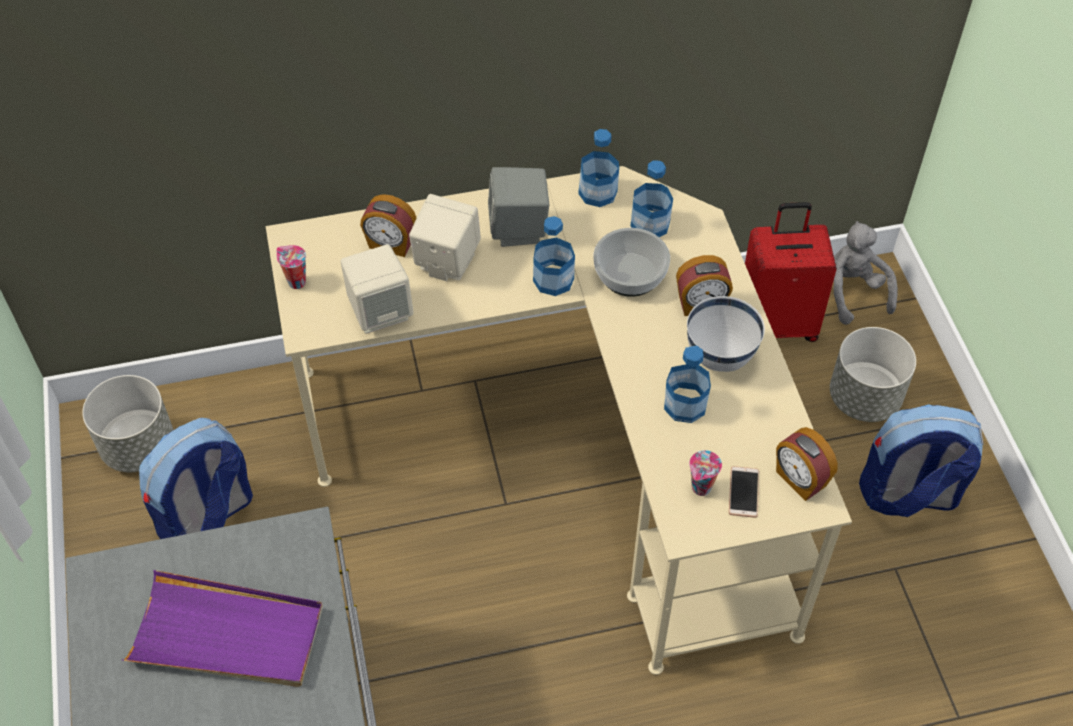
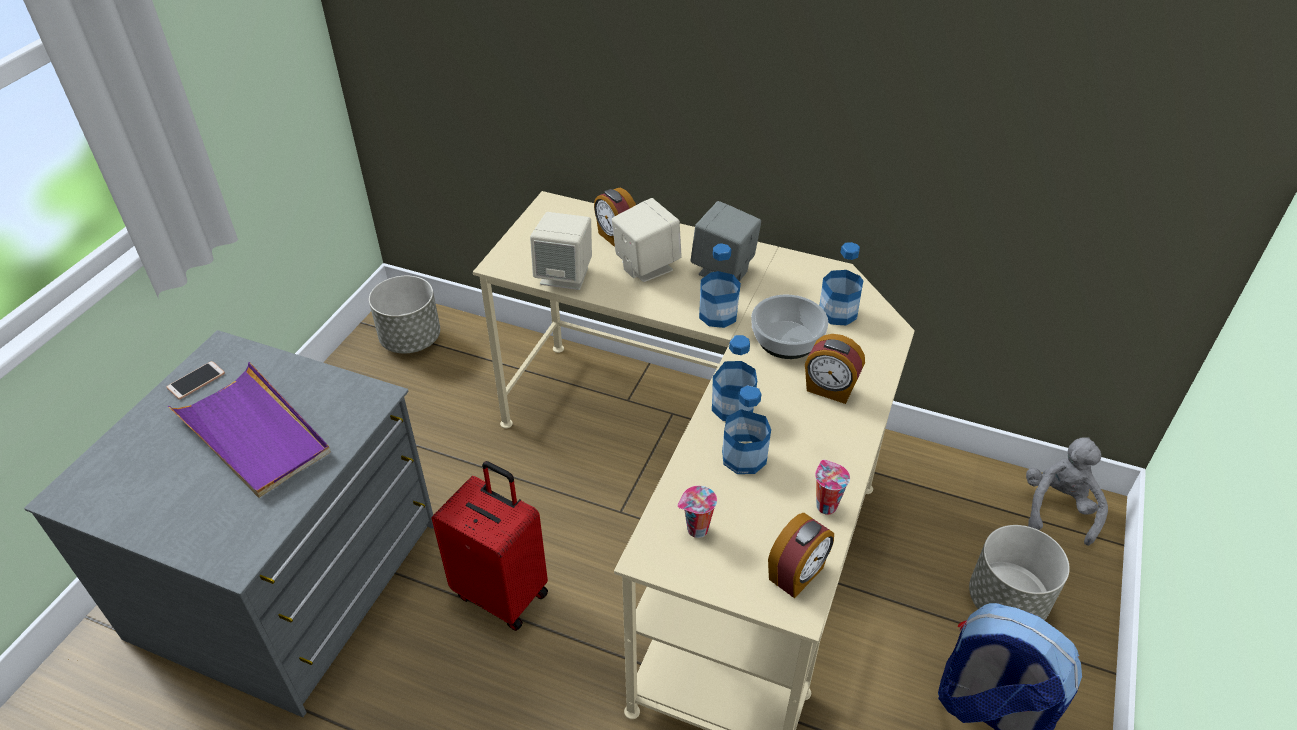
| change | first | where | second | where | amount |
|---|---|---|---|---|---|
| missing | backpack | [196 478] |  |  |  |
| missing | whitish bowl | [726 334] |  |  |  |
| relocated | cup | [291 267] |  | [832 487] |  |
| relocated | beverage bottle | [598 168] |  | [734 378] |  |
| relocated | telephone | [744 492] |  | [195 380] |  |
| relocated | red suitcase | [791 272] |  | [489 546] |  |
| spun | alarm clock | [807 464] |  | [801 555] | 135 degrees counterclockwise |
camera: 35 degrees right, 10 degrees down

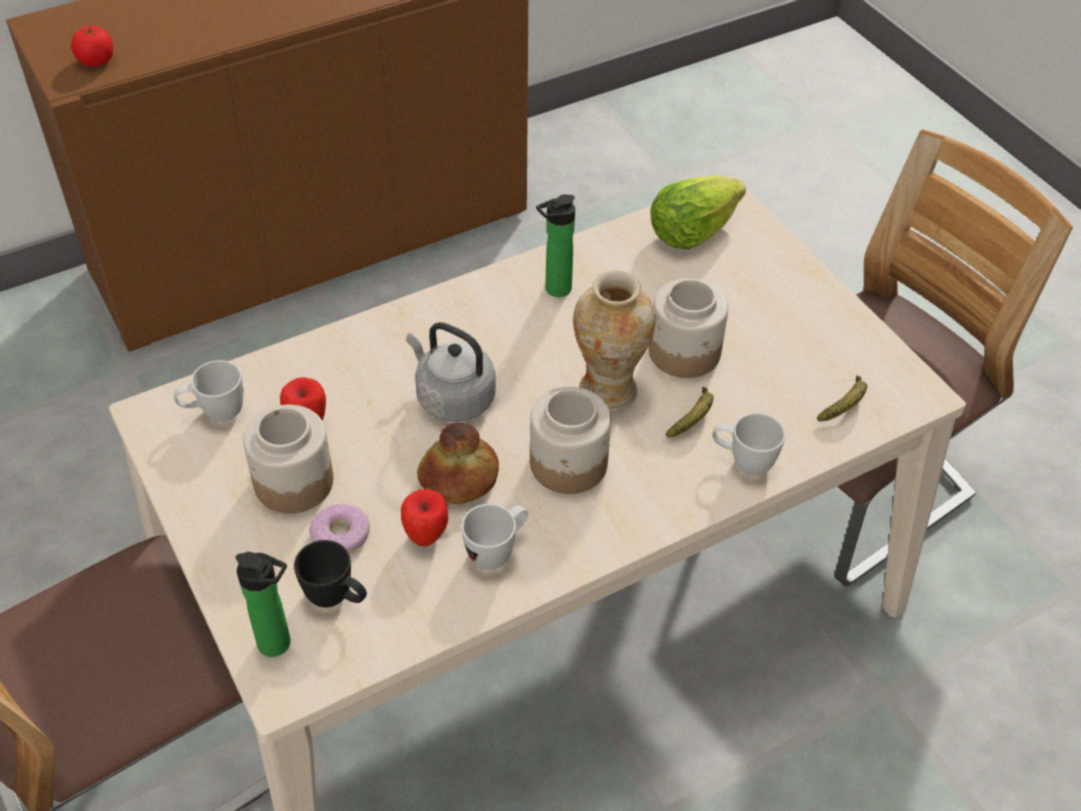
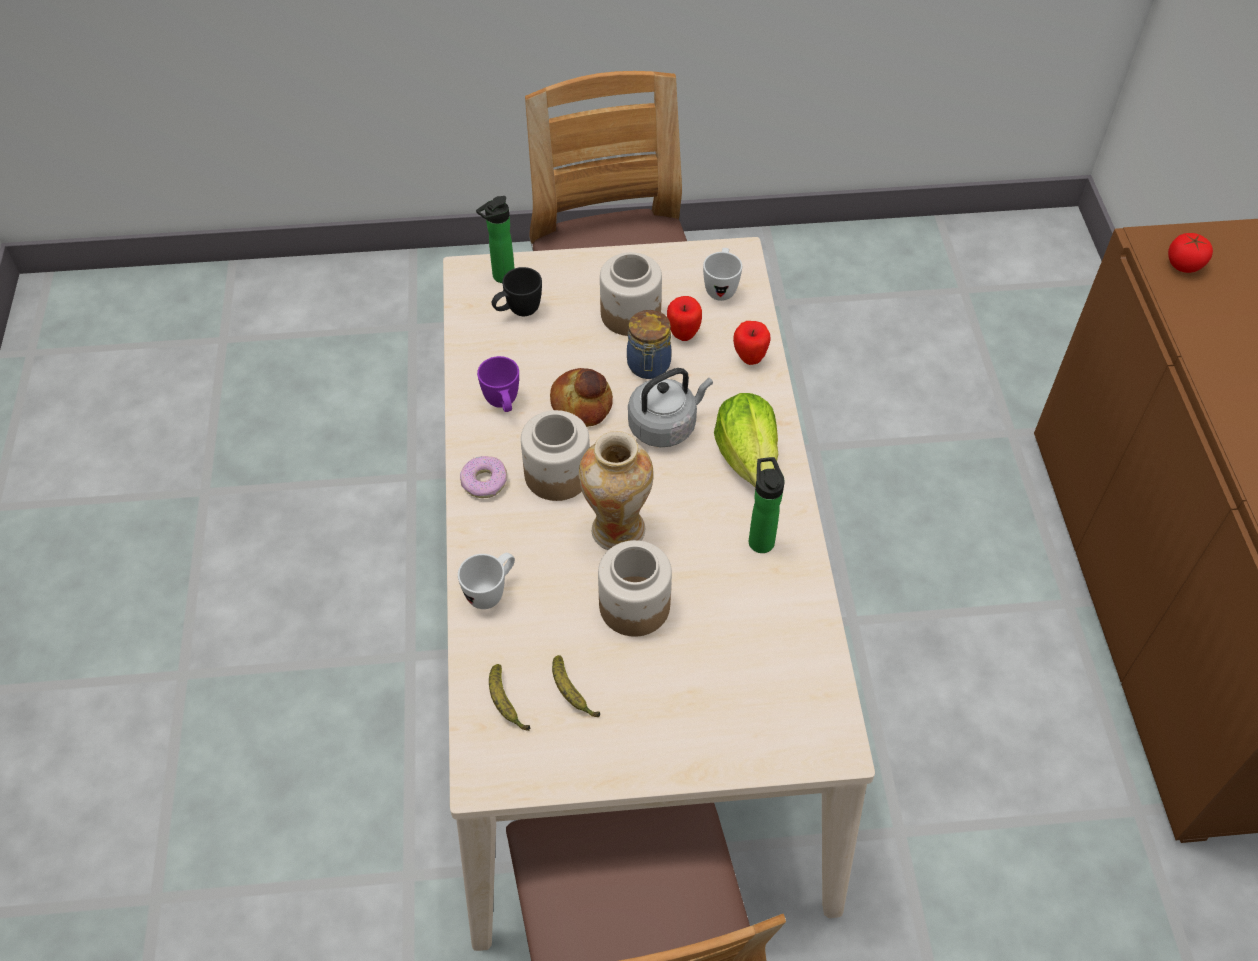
| change | first | where | second | where | amount |
|---|---|---|---|---|---|
| appeared |  |  | preserve jar | [649 344] |  |
| relocated | ring doughnut | [339 528] |  | [483 477] |  |
| relocated | apple | [424 518] |  | [751 343] |  |
| relocated | head of lettuce | [698 212] |  | [746 440] |  |
| relocated | whole banana | [690 412] |  | [576 686] |  |
| colour | whitish mug | [494 537] | purplish mug | [498 384] |  |
camera: 115 degrees right, 5 degrees up

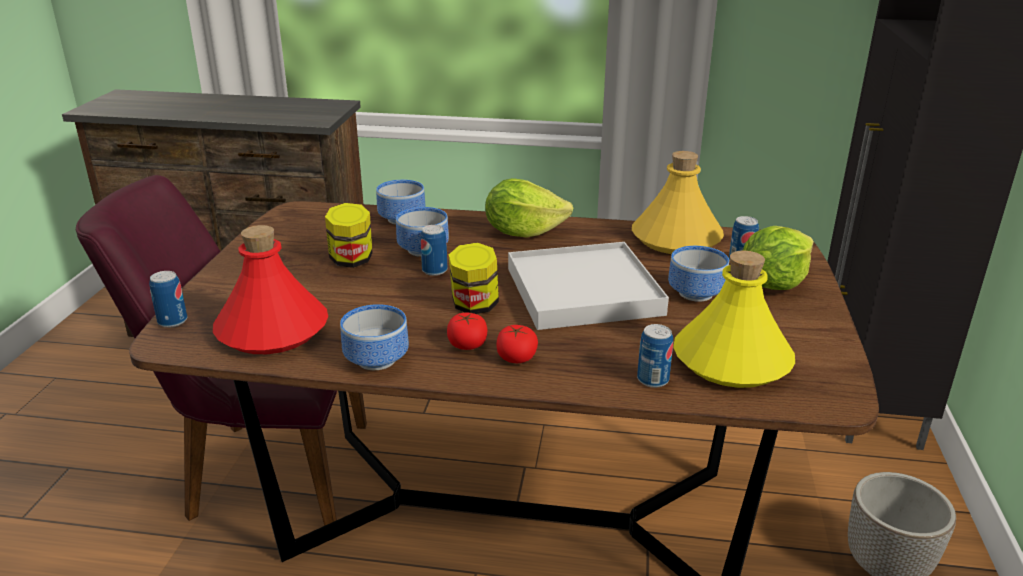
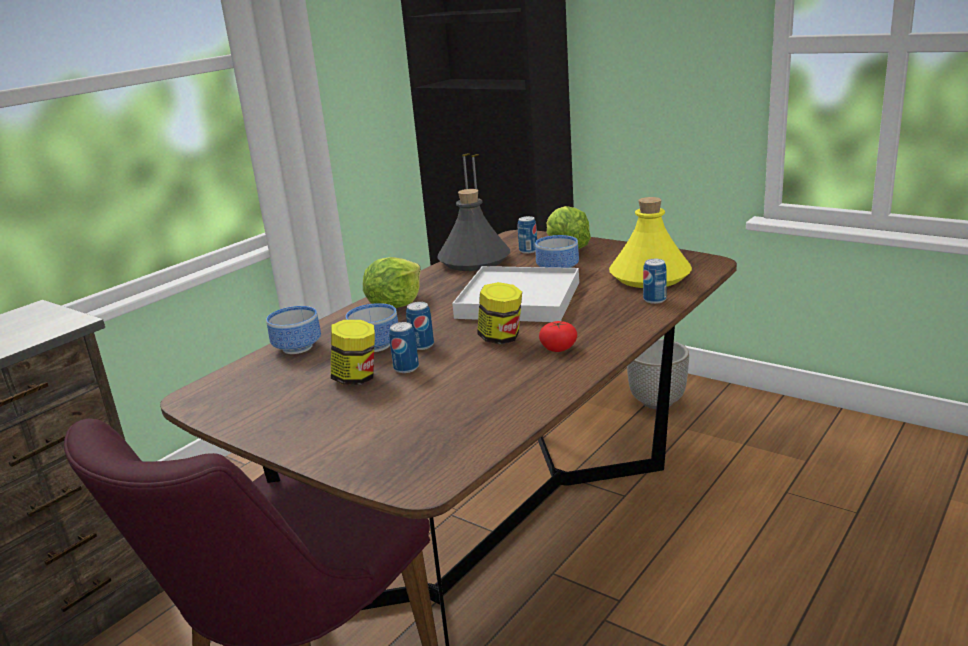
| change | first | where | second | where | amount |
|---|---|---|---|---|---|
| missing | red beverage bottle | [270 289] |  |  |  |
| missing | bowl | [374 337] |  |  |  |
| missing | whole tomato | [517 344] |  |  |  |
| relocated | sealed can | [168 299] |  | [404 347] |  |
| colour | yellow-coloured beverage bottle | [678 202] | greyish beverage bottle | [473 230] |  |
camera: 60 degrees left, 5 degrees down

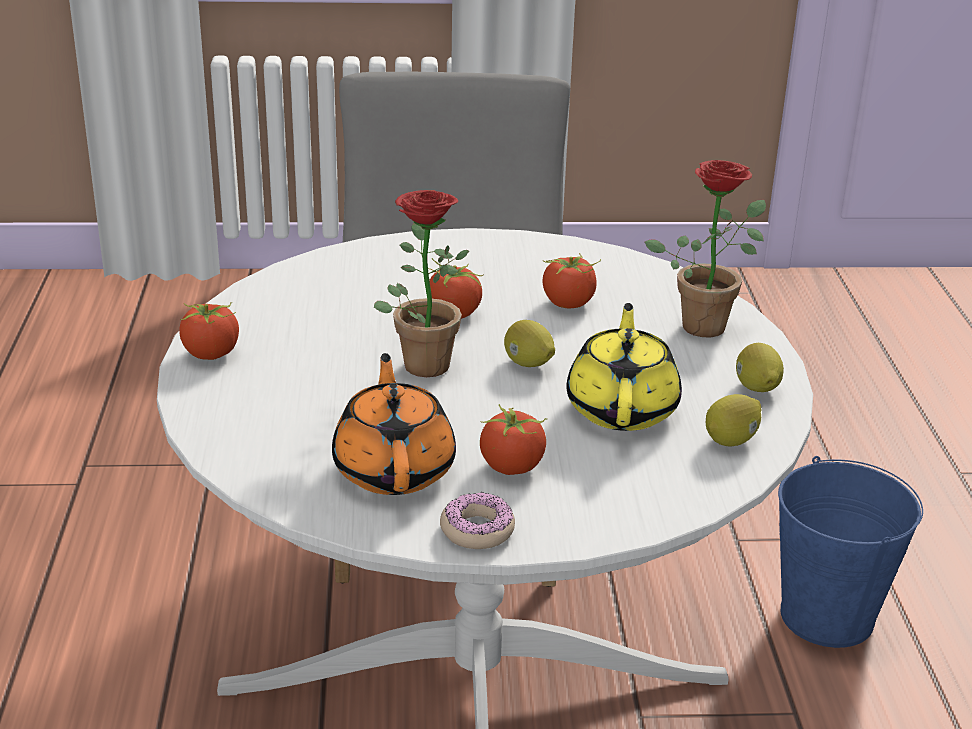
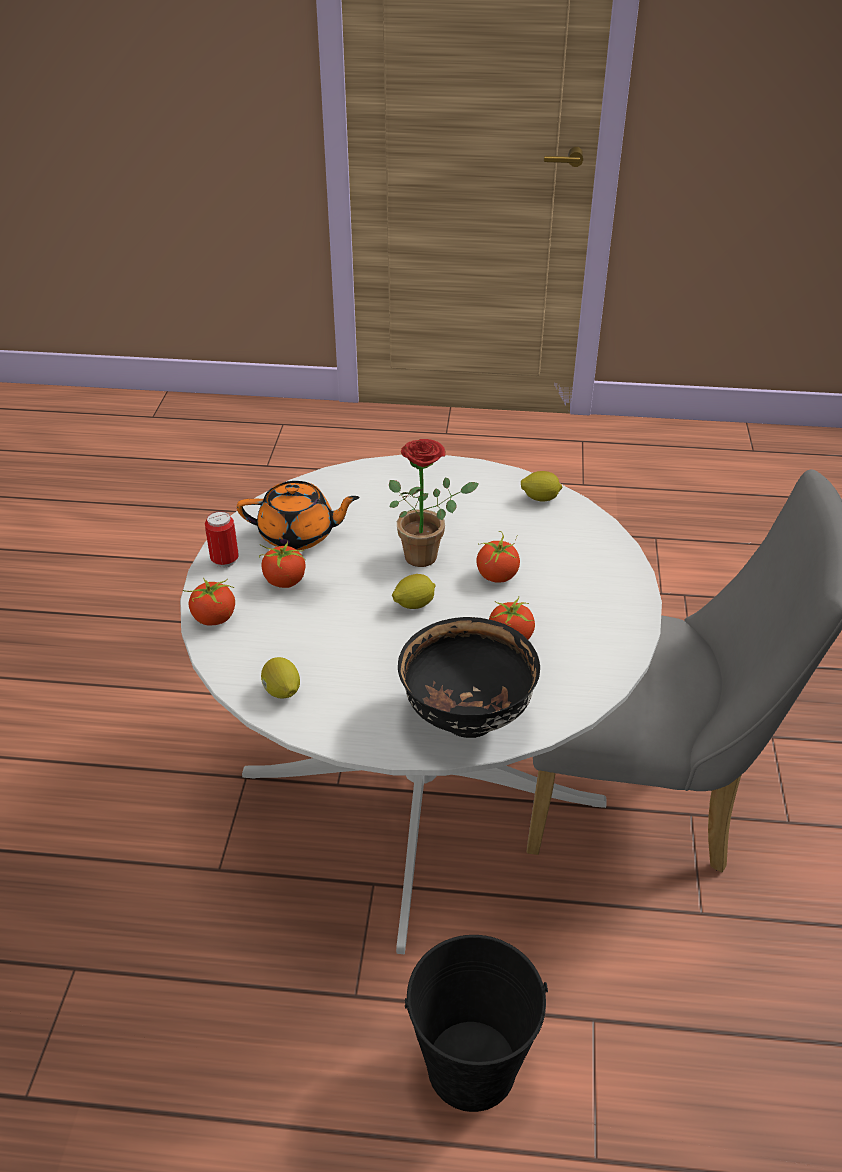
| change | first | where | second | where | amount |
|---|---|---|---|---|---|
| missing | yellow-coloured pot for tea | [624 367] |  |  |  |
| relocated | whole tomato | [209 331] |  | [209 601] |  |
| relocated | lemon | [760 367] |  | [542 486] |  |
| exchanged | ring doughnut | [477 520] | sealed can | [222 539] |  |
| exchanged | plant in a pot | [705 248] | blackish bowl | [469 677] |  |
| colour | blue-coloured water bucket | [850 552] | blackish water bucket | [476 1023] |  |
camera: 100 degrees right, 10 degrees up

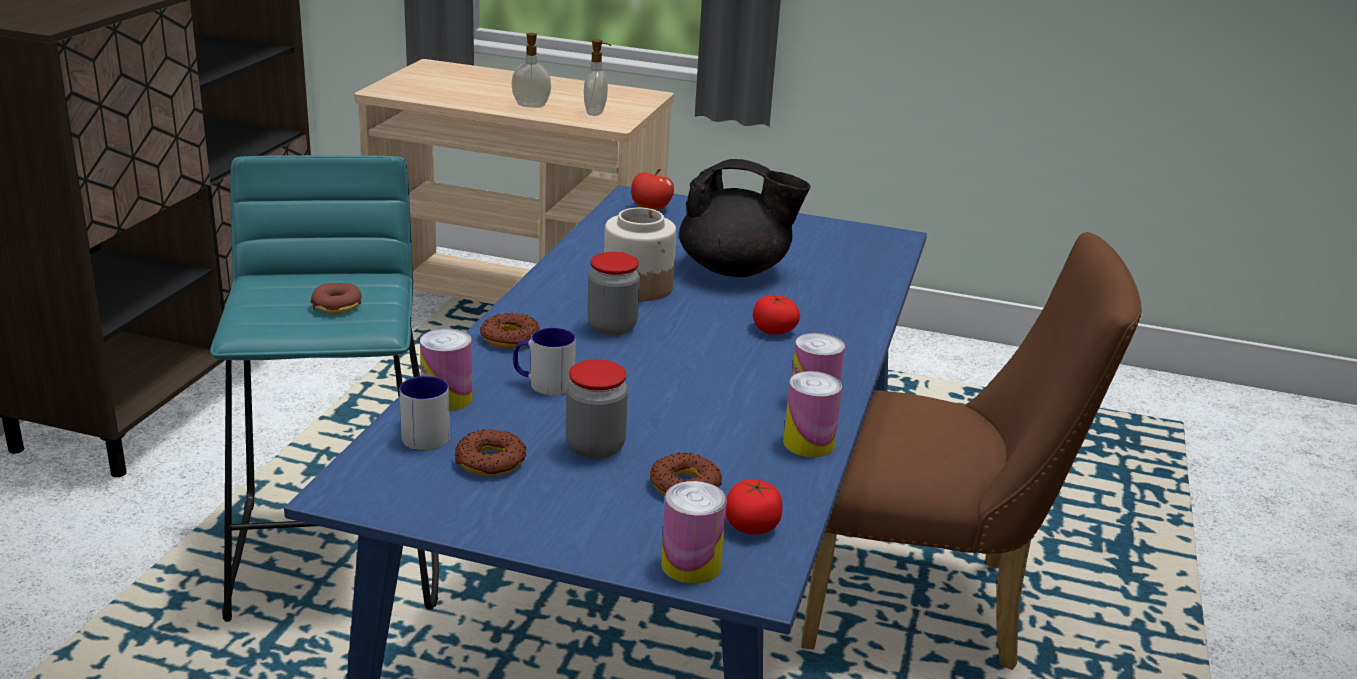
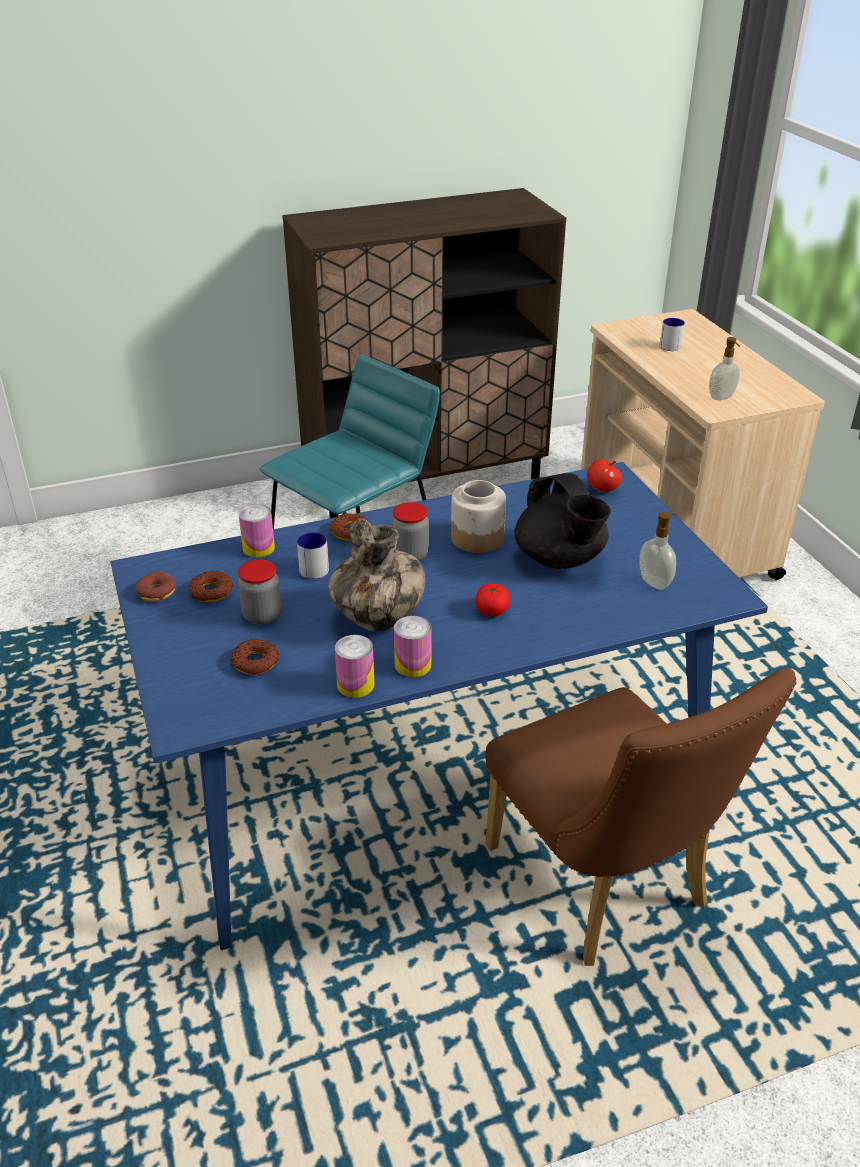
| change | first | where | second | where | amount |
|---|---|---|---|---|---|
| missing | sealed can | [694 532] |  |  |  |
| missing | whole tomato | [754 506] |  |  |  |
| appeared |  |  | vase | [377 575] |  |
| relocated | ring doughnut | [336 298] |  | [155 587] |  |
| relocated | mug | [424 413] |  | [672 334] |  |
| relocated | soap bottle | [531 70] |  | [658 551] |  |
camera: 55 degrees right, 10 degrees up

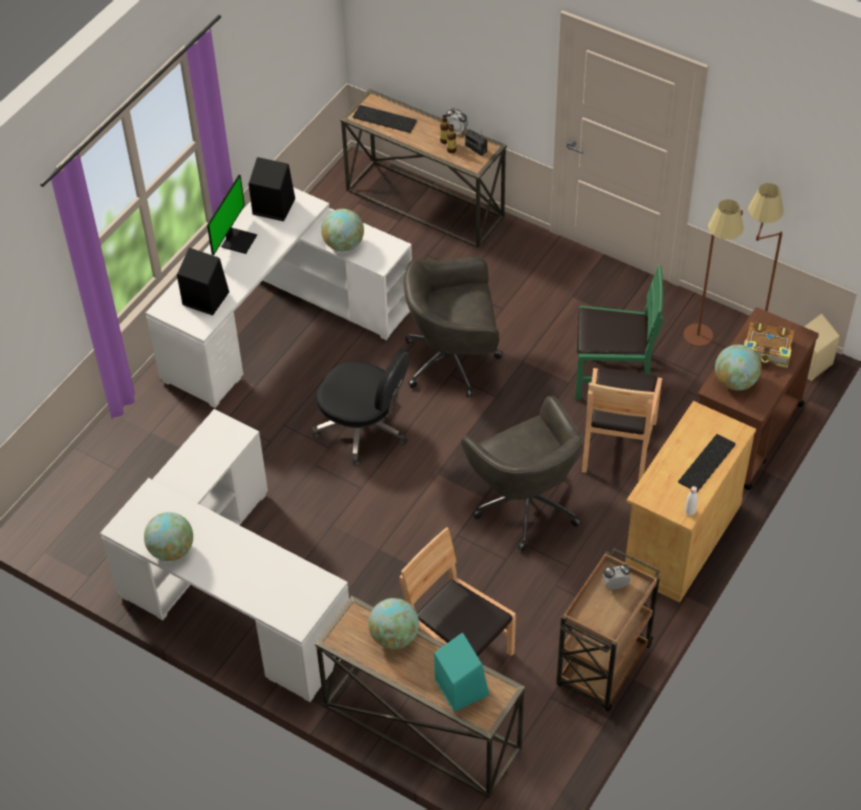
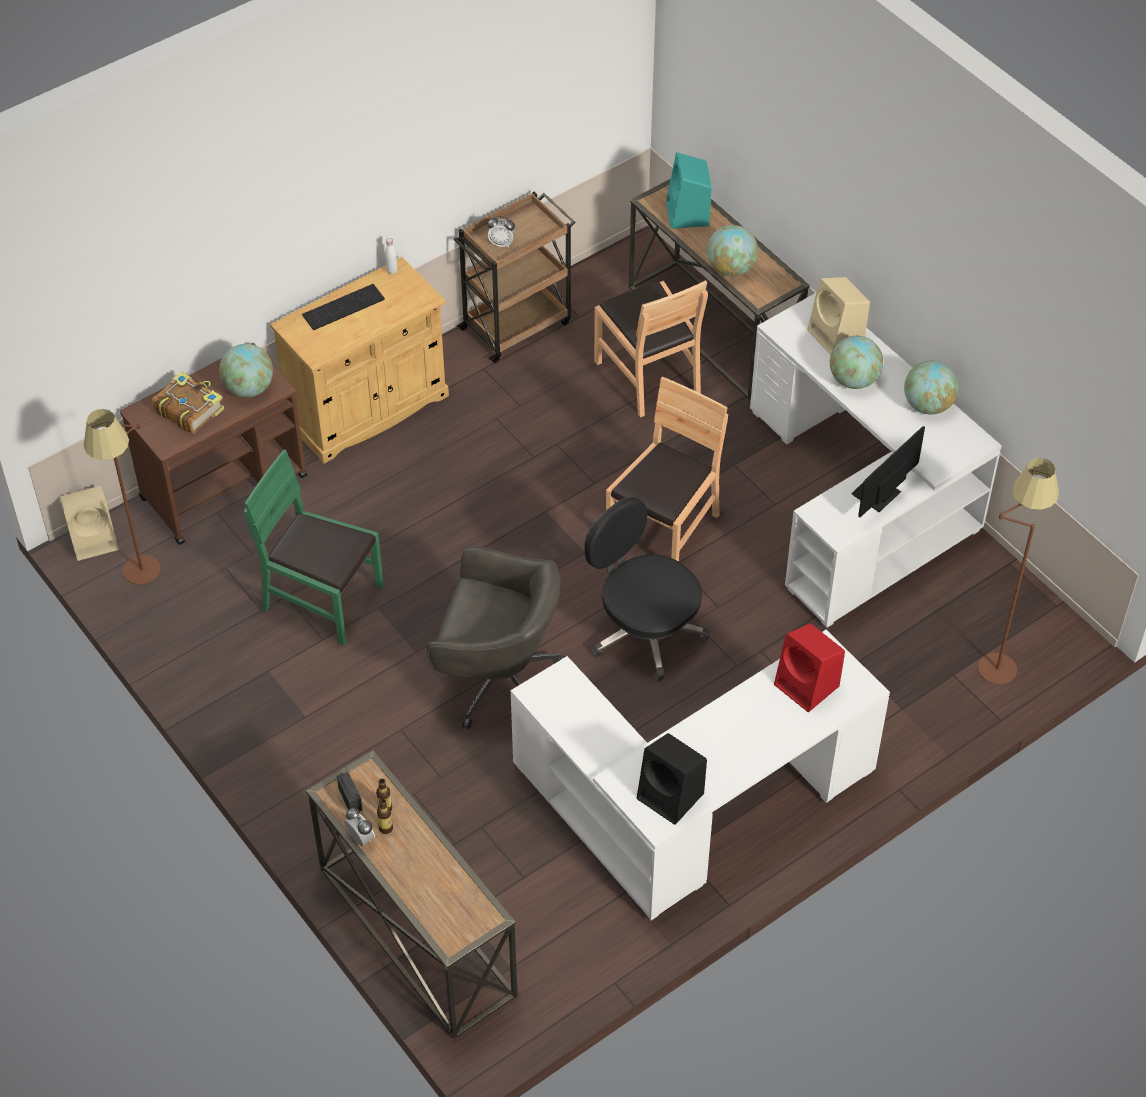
| change | first | where | second | where | amount |
|---|---|---|---|---|---|
| missing | PC keyboard | [385 119] |  |  |  |
| missing | greyish desk chair | [523 474] |  |  |  |
| appeared |  |  | beige audio speaker | [838 316] |  |
| relocated | computer display | [232 215] |  | [888 471] |  |
| relocated | world globe | [342 230] |  | [856 362] |  |
| relocated | brown-coloured plain chair | [622 424] |  | [667 469] |  |
| relocated | brown-coloured floor lamp | [713 272] |  | [1018 571] |  |
| colour | blackish audio speaker | [203 281] | red audio speaker | [809 668] |  |
camera: 160 degrees left, 0 degrees up

